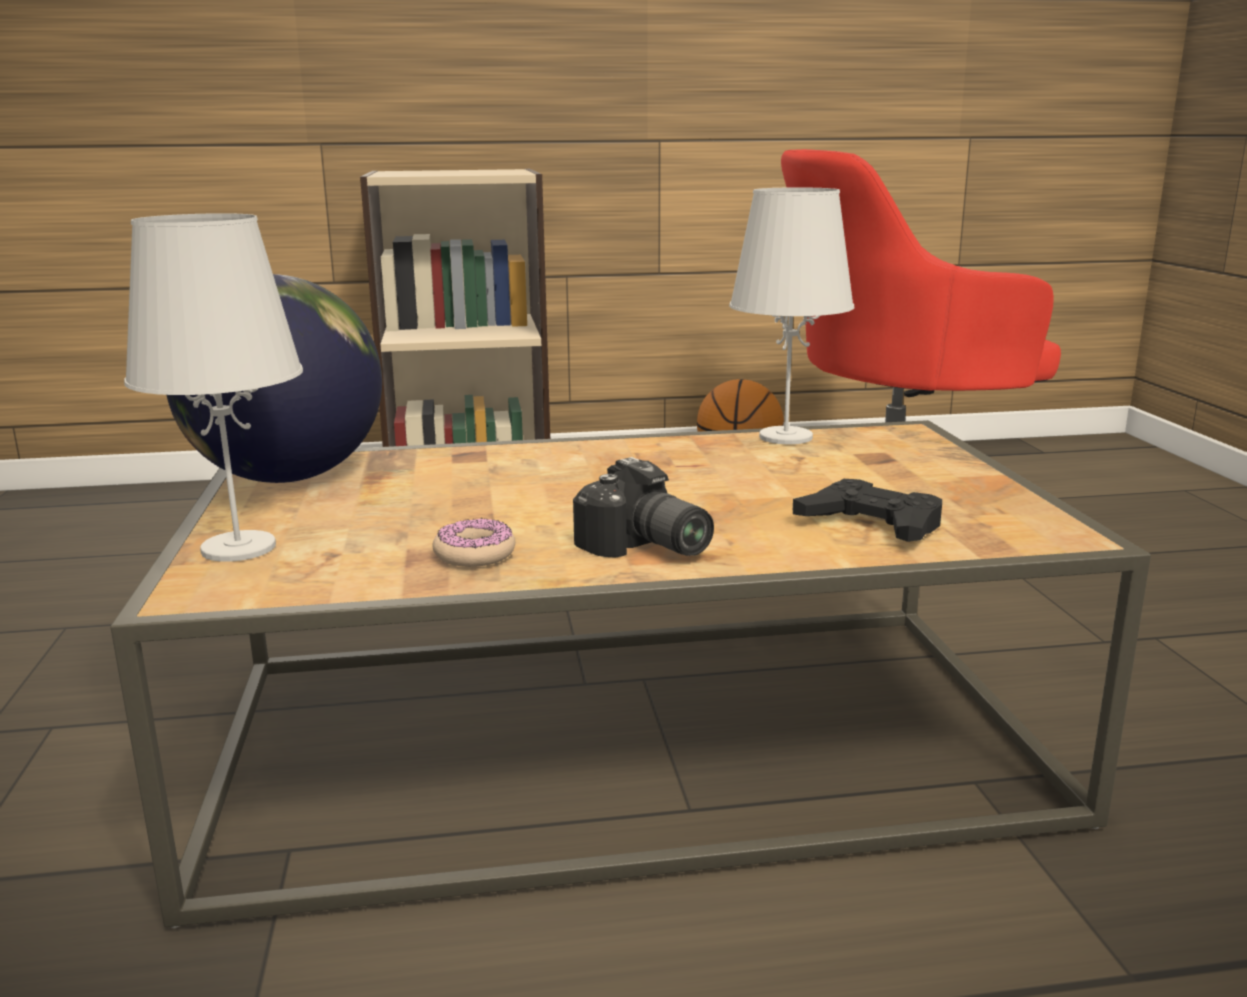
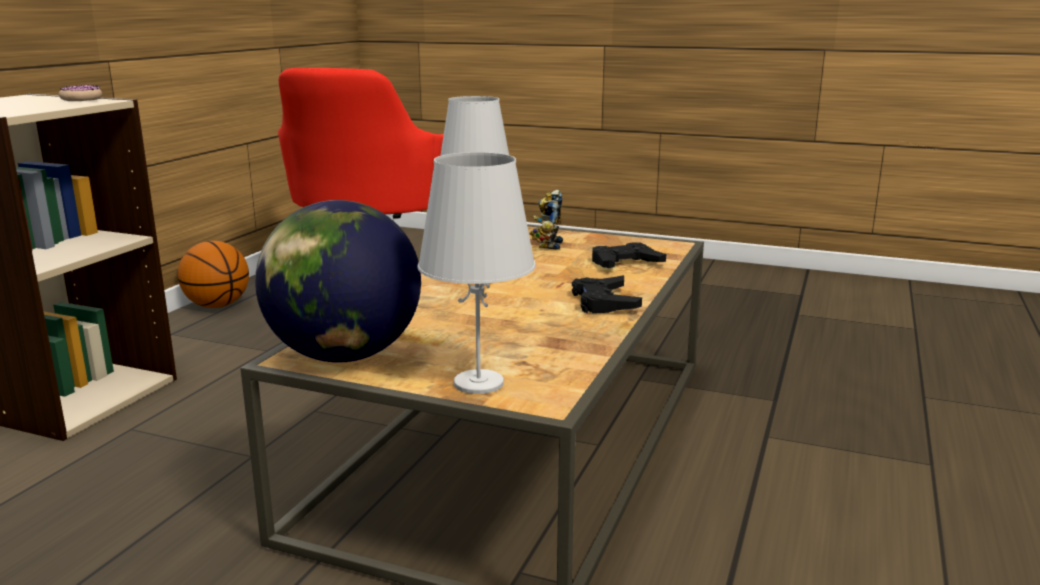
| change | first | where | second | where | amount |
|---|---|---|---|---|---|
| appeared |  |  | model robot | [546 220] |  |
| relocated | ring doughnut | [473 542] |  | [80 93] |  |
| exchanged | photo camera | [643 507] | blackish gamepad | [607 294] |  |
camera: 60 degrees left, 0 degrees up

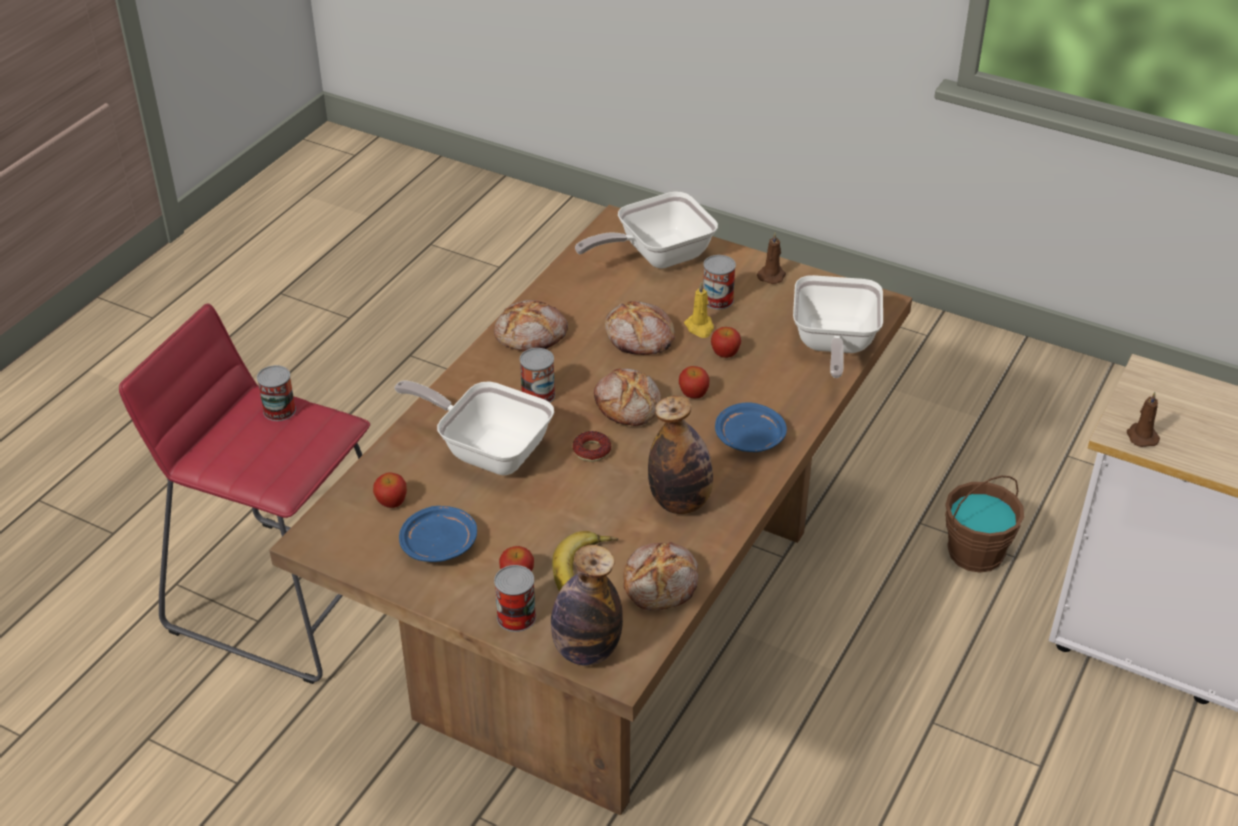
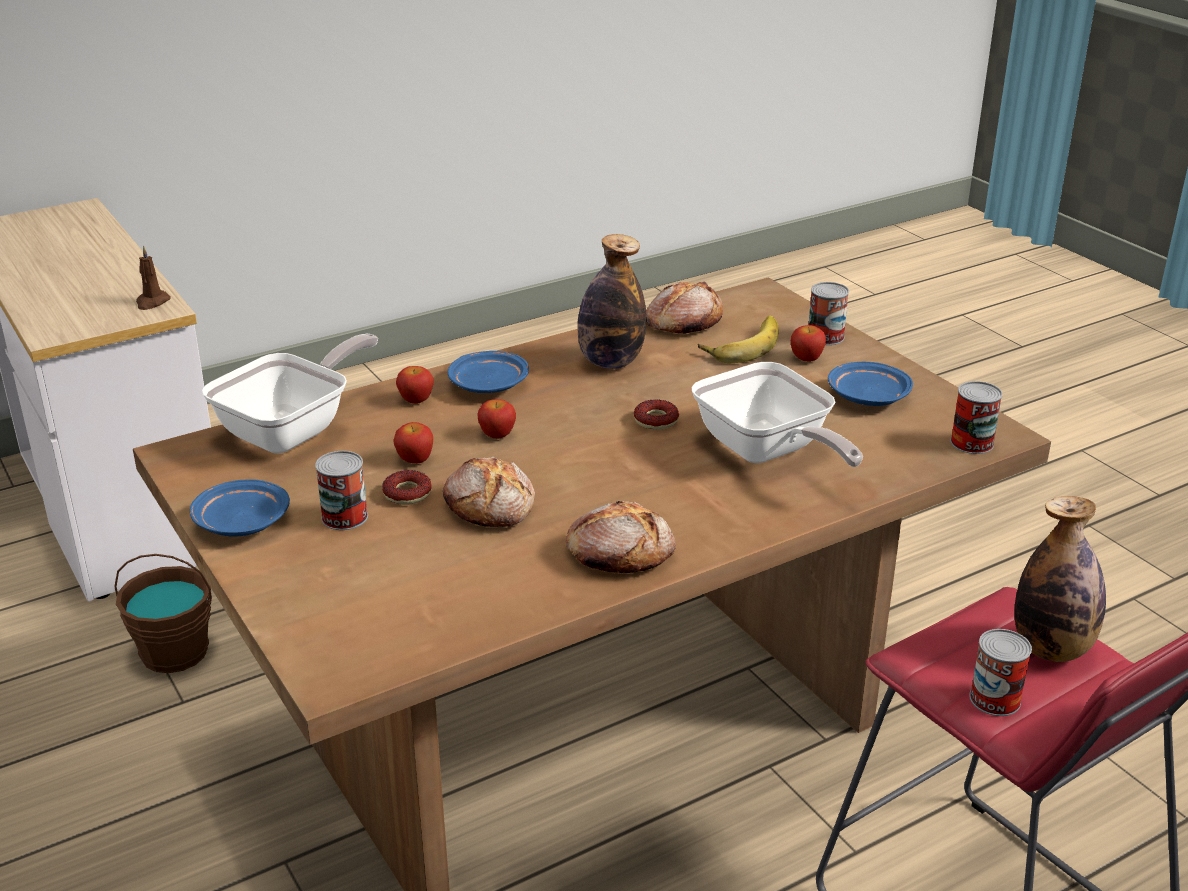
| change | first | where | second | where | amount |
|---|---|---|---|---|---|
| missing | frying pan | [646 230] |  |  |  |
| missing | baked bread | [627 397] |  |  |  |
| relocated | apple | [390 490] |  | [415 385] |  |
| relocated | sealed can | [537 375] |  | [977 417] |  |
| relocated | beverage bottle | [587 605] |  | [1060 579] |  |
| exchanged | yellow-coloured wax light | [699 310] | ring doughnut | [407 487] |  |
| exchanged | brown-coloured wax light | [771 258] | blue-coloured dinner plate | [240 507] |  |
camera: 150 degrees left, 10 degrees down

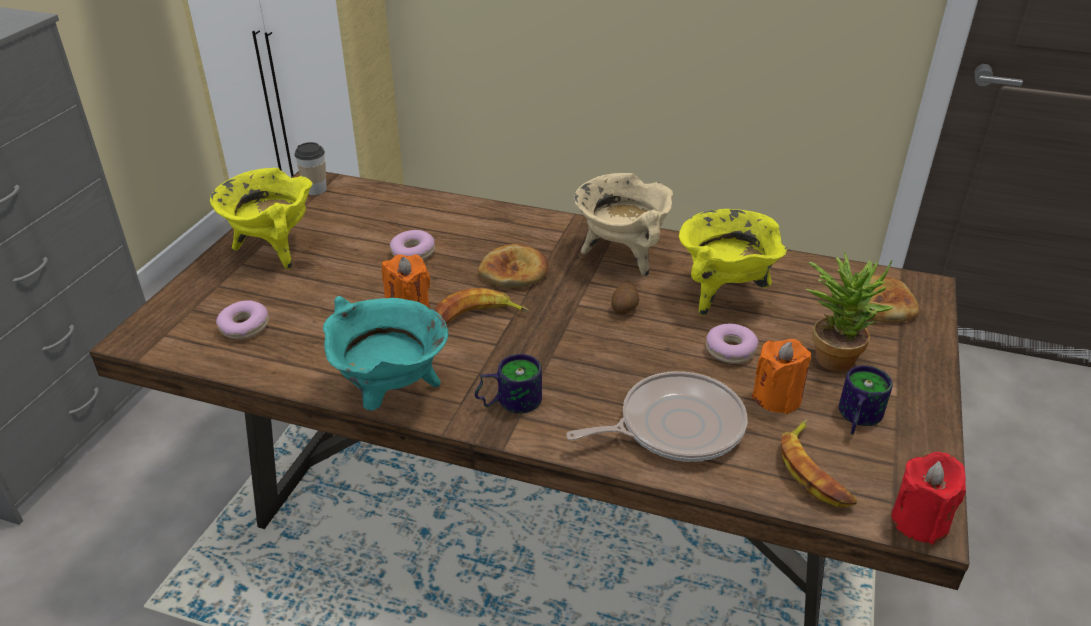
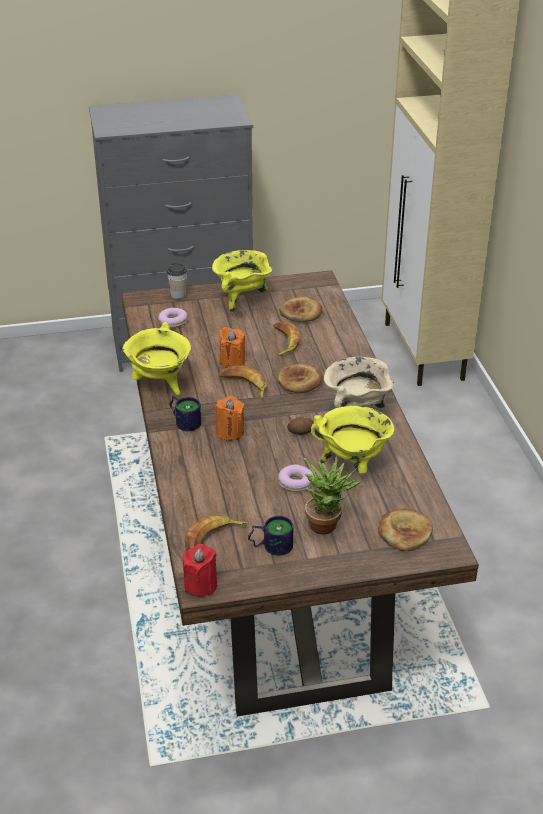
| change | first | where | second | where | amount |
|---|---|---|---|---|---|
| missing | frying pan | [656 416] |  |  |  |
| appeared |  |  | baked bread | [301 310] |  |
| relocated | cup | [310 168] |  | [177 281] |  |
| relocated | orange wax light | [781 376] |  | [229 418] |  |
| exchanged | ring doughnut | [412 245] | whole banana | [286 338] |  |
| colour | turquoise-coloured stockpot | [385 353] | yellow-coloured stockpot | [156 358] |  |
camera: 60 degrees right, 0 degrees up

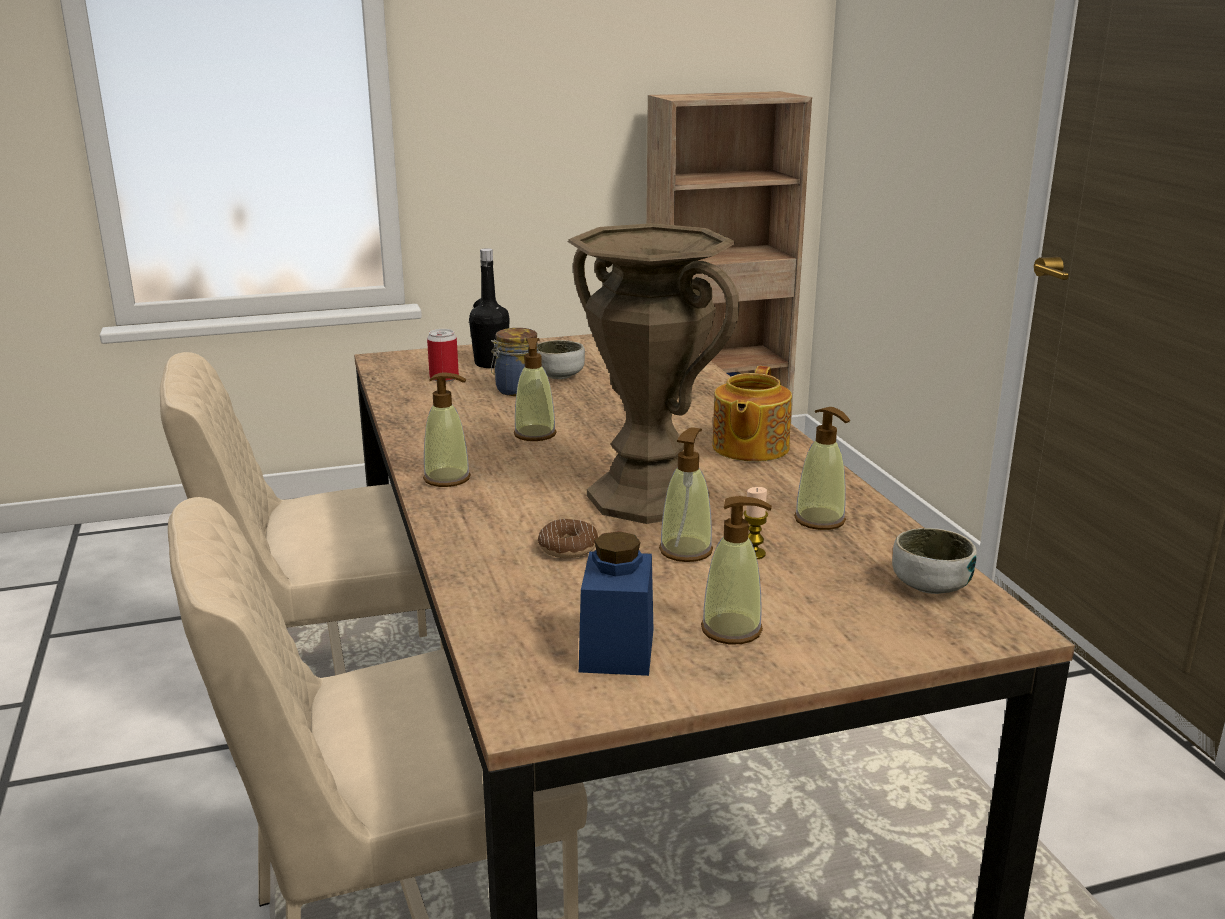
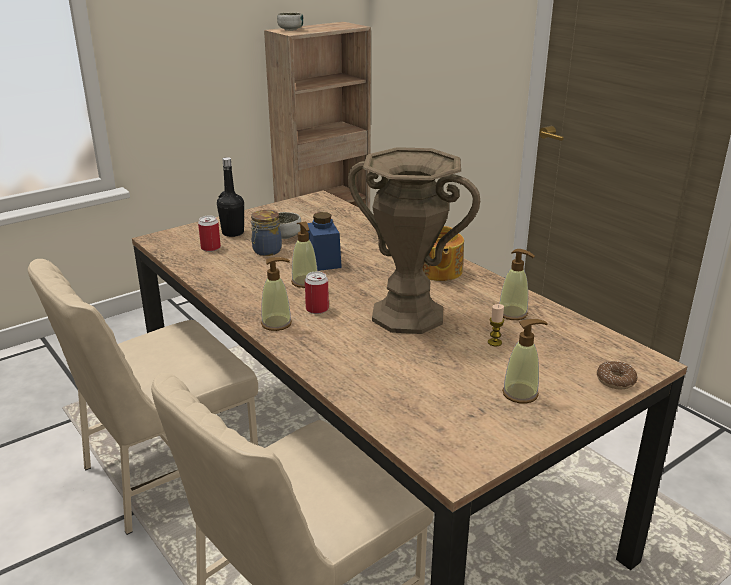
| change | first | where | second | where | amount |
|---|---|---|---|---|---|
| missing | soap bottle | [686 494] |  |  |  |
| appeared |  |  | sealed can | [317 292] |  |
| relocated | ring doughnut | [568 538] |  | [617 375] |  |
| relocated | blue-coloured preserve jar | [616 603] |  | [324 241] |  |
| relocated | bowl | [934 561] |  | [290 22] |  |
camera: 20 degrees left, 5 degrees up

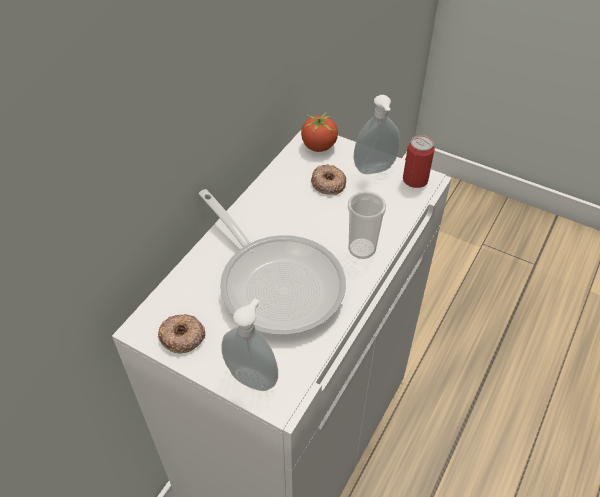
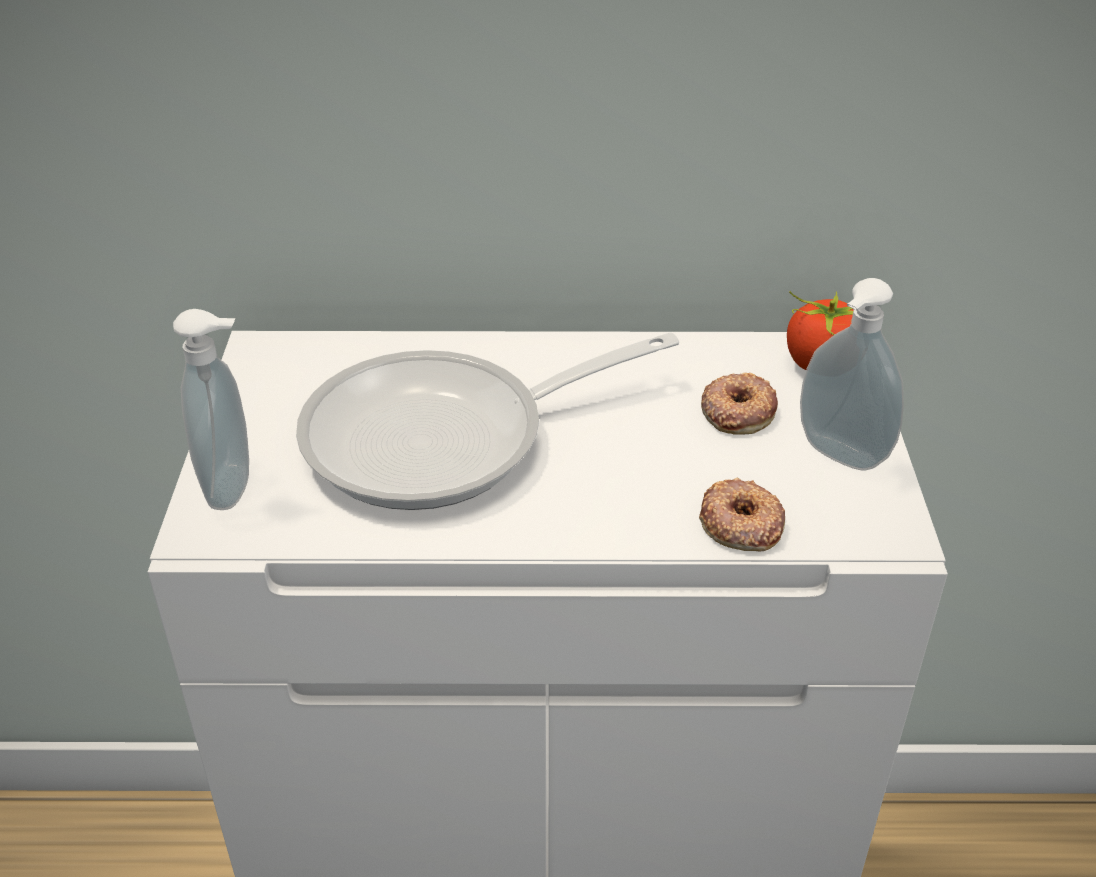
| change | first | where | second | where | amount |
|---|---|---|---|---|---|
| missing | cup | [367 225] |  |  |  |
| missing | sealed can | [419 161] |  |  |  |
| relocated | ring doughnut | [181 333] |  | [742 514] |  |
| spun | frying pan | [272 262] |  | [487 421] | 45 degrees clockwise |
camera: 60 degrees right, 10 degrees down

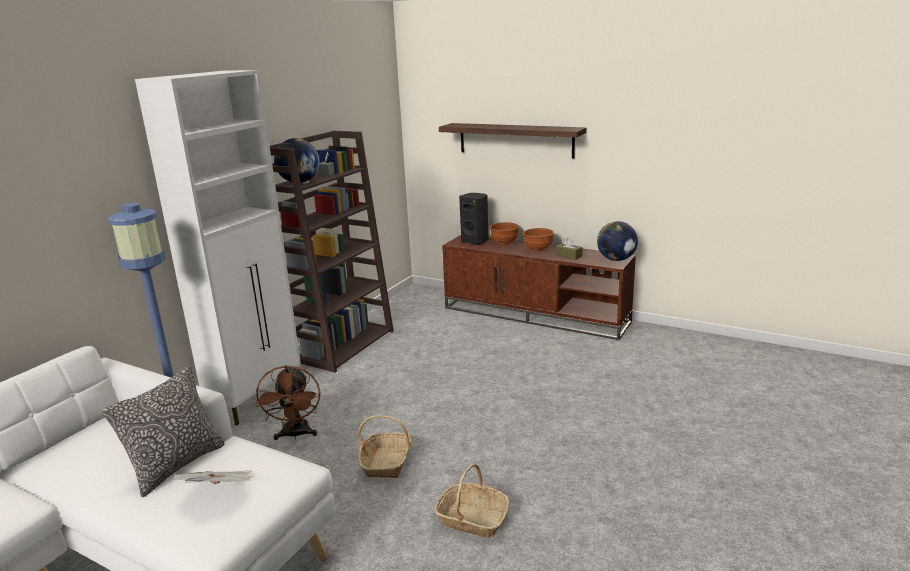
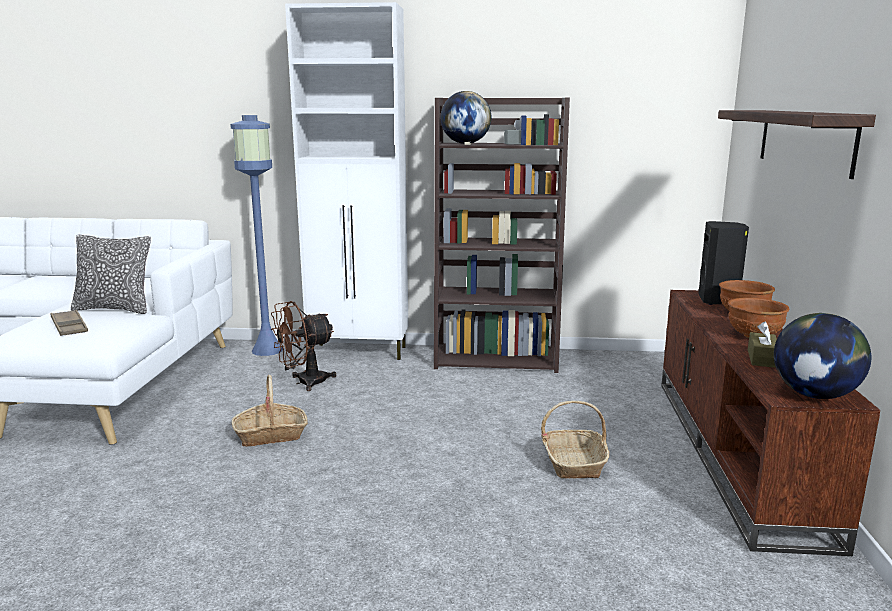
| change | first | where | second | where | amount |
|---|---|---|---|---|---|
| relocated | household basket | [471 501] |  | [575 440] |  |
| exchanged | daily paper | [212 477] | brown-coloured carrying tray | [69 323] |  |
camera: 65 degrees right, 5 degrees down

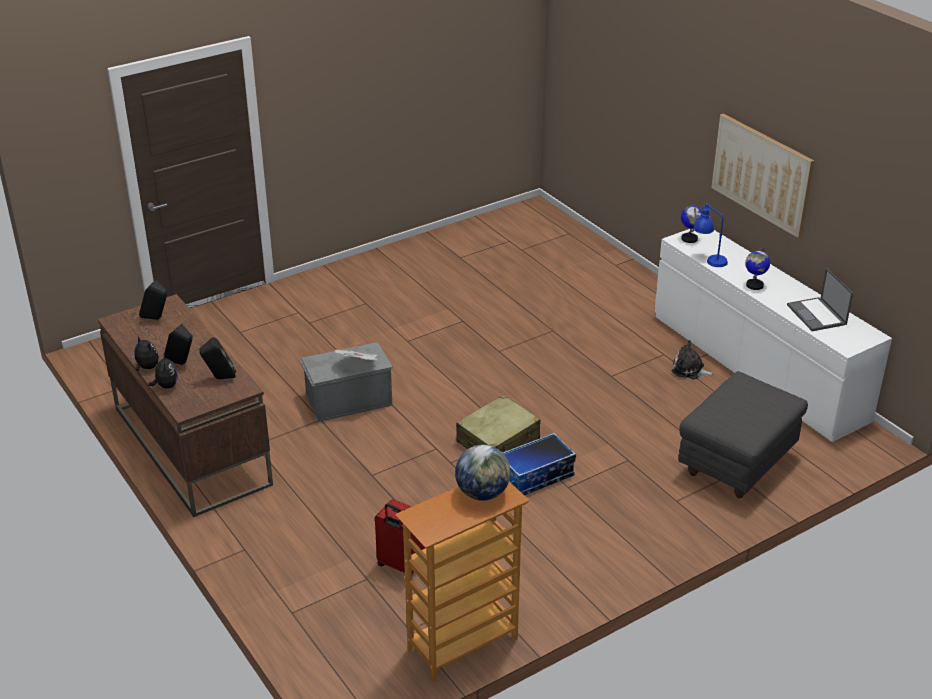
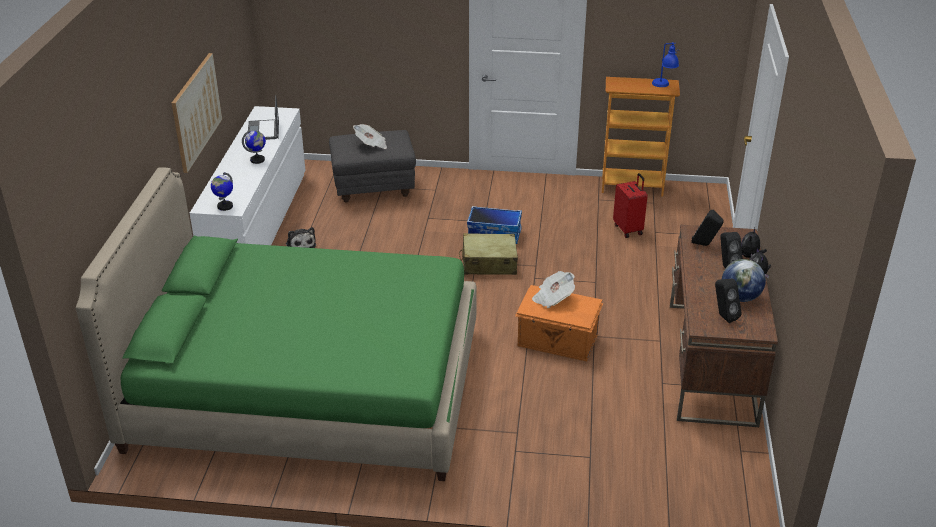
| change | first | where | second | where | amount |
|---|---|---|---|---|---|
| appeared |  |  | green-coloured bedroom bed | [276 324] |  |
| appeared |  |  | daily paper | [370 136] |  |
| relocated | world globe | [483 473] |  | [744 280] |  |
| relocated | blue-coloured table lamp | [711 235] |  | [665 64] |  |
| colour | greyish storage container | [346 382] | orange storage container | [559 323] |  |
| spun | portable computer | [820 299] |  | [263 117] | 150 degrees clockwise |
camera: 140 degrees left, 0 degrees up

